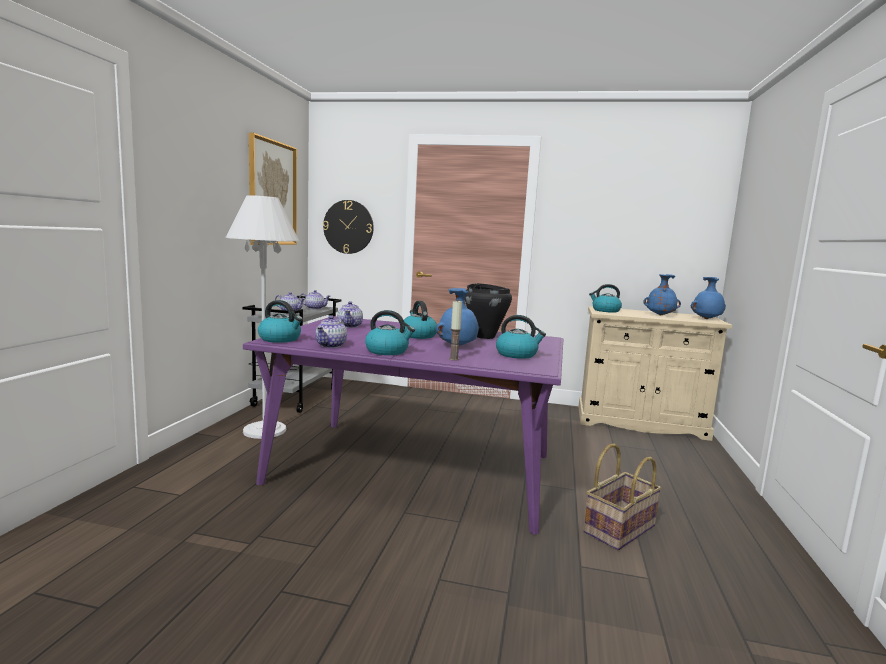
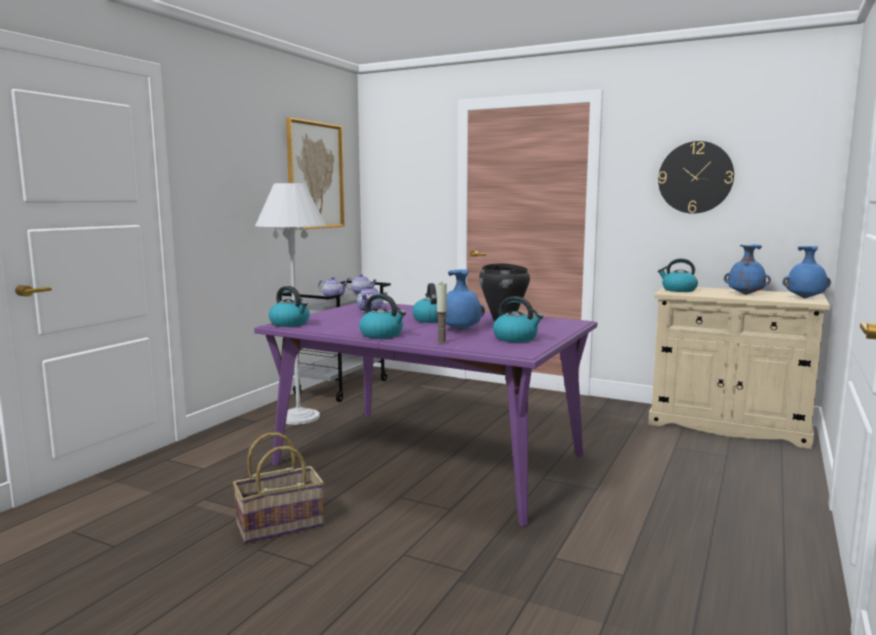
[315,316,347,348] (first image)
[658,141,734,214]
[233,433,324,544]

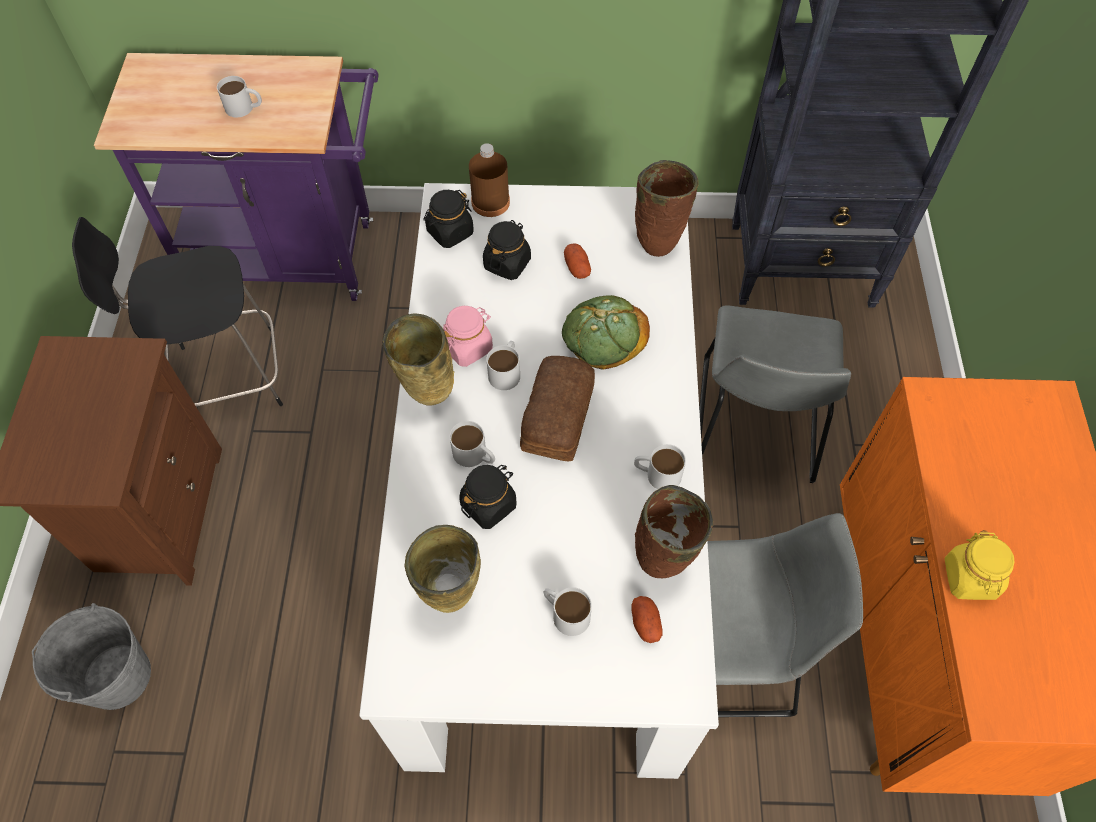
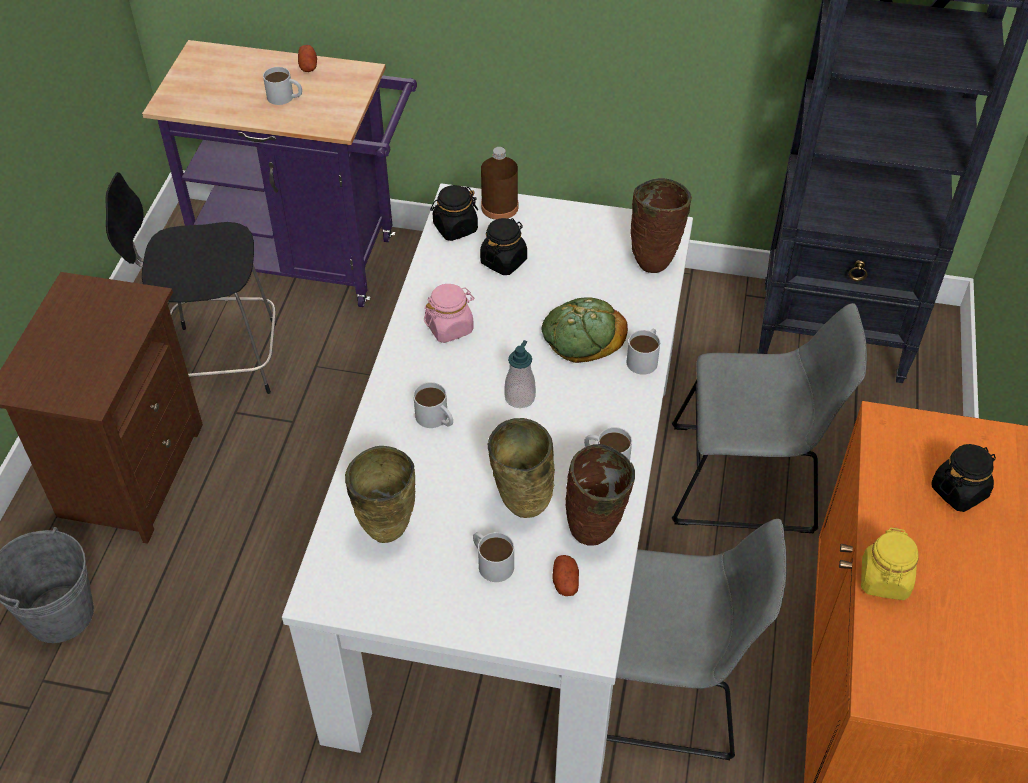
[488,418,555,518]
[932,444,996,512]
[626,329,660,375]
[298,45,317,72]
[504,340,536,408]
[672,303,867,533]

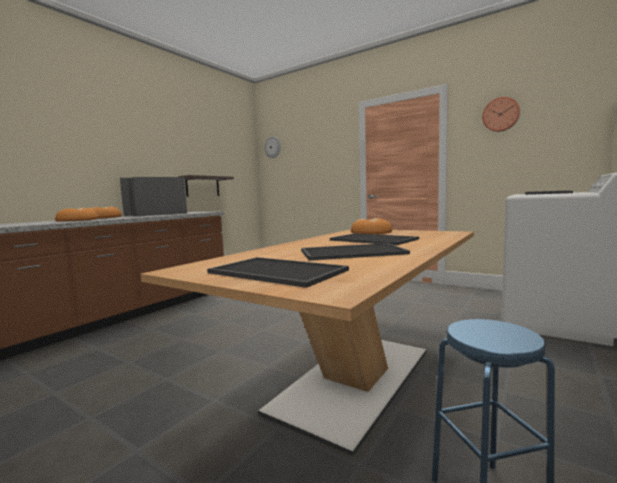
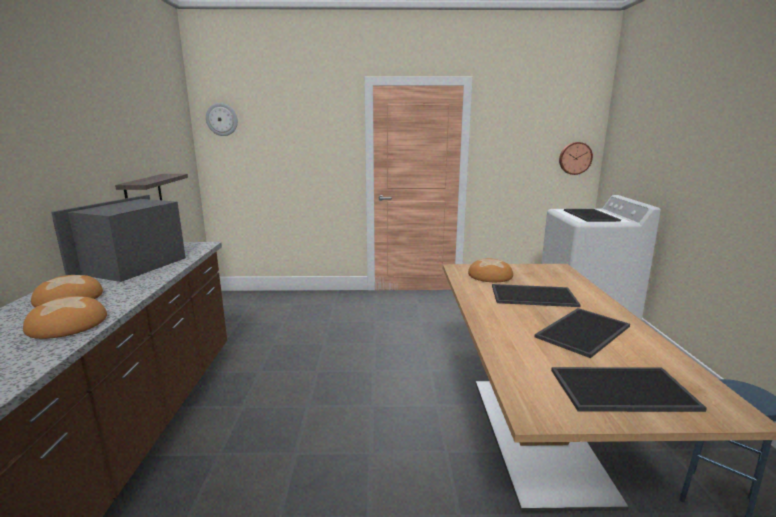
[559,142,593,175]

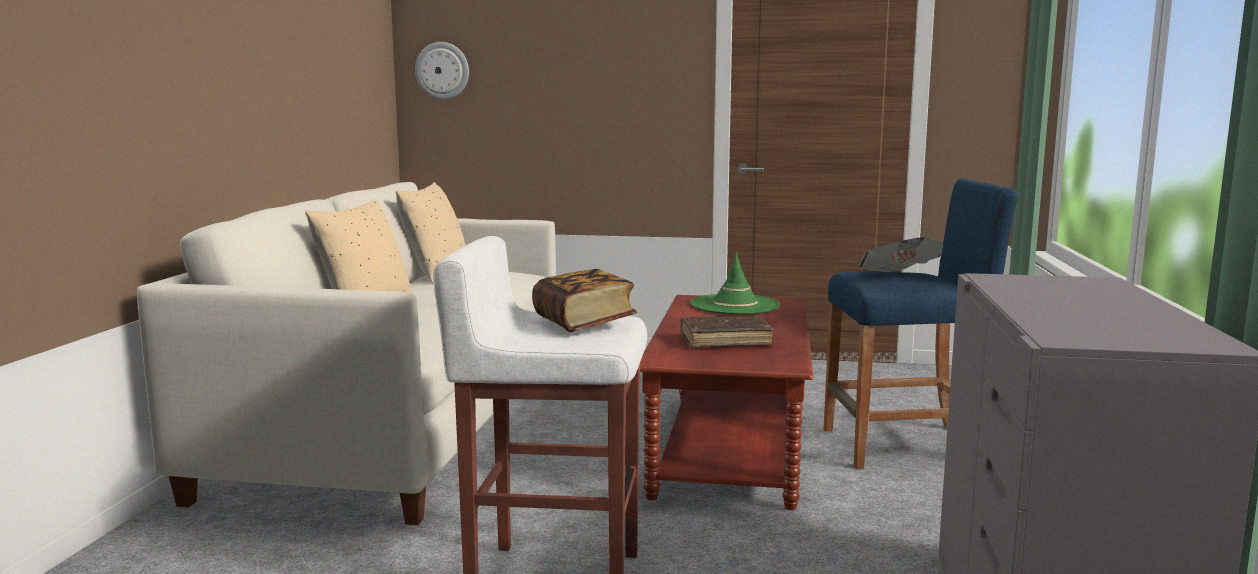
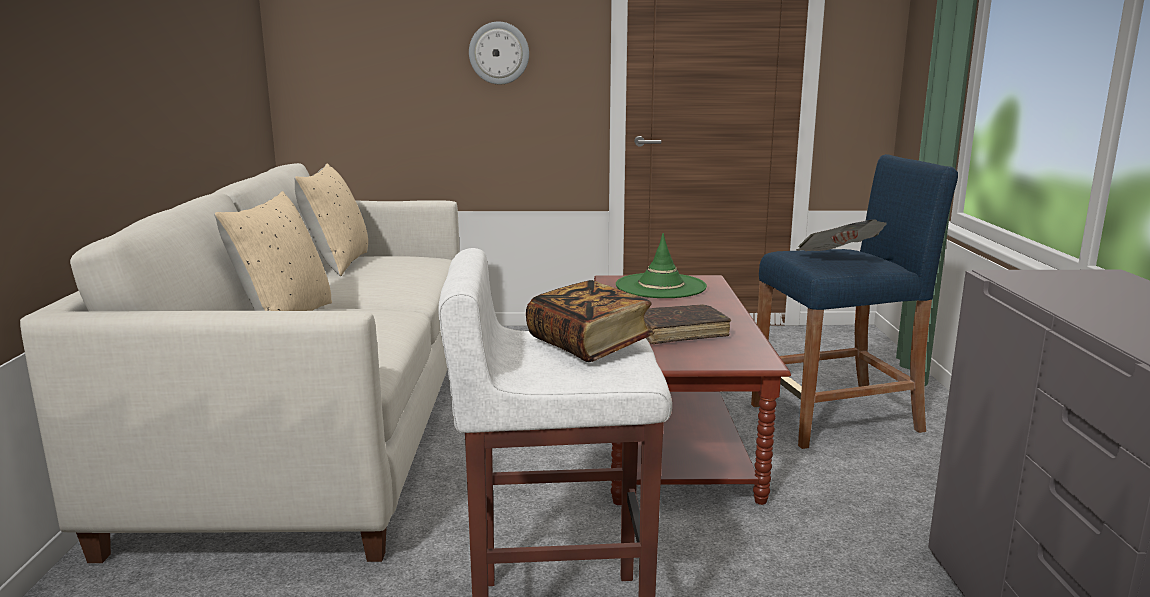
[469,22,529,85]

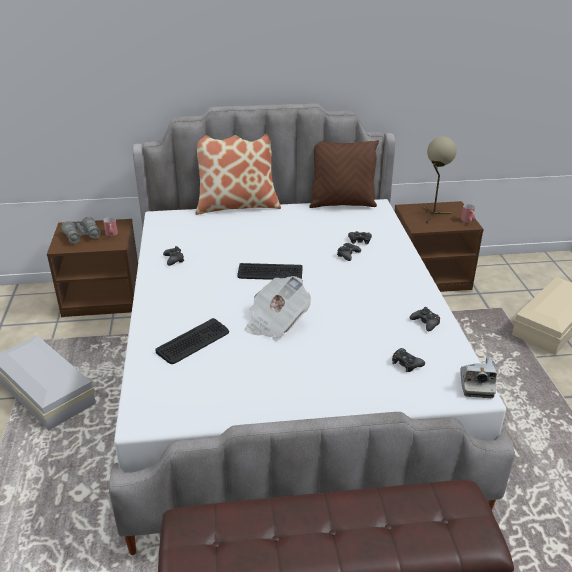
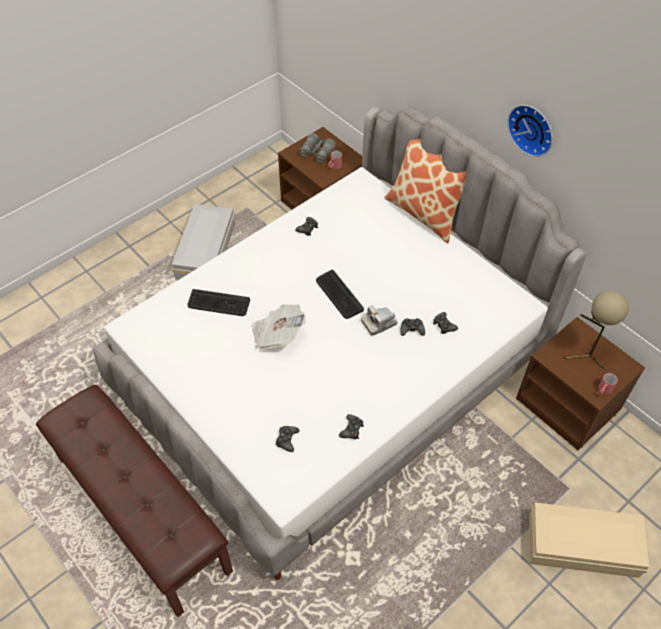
[309,140,379,208] (first image)
[507,105,553,157]
[361,305,398,336]

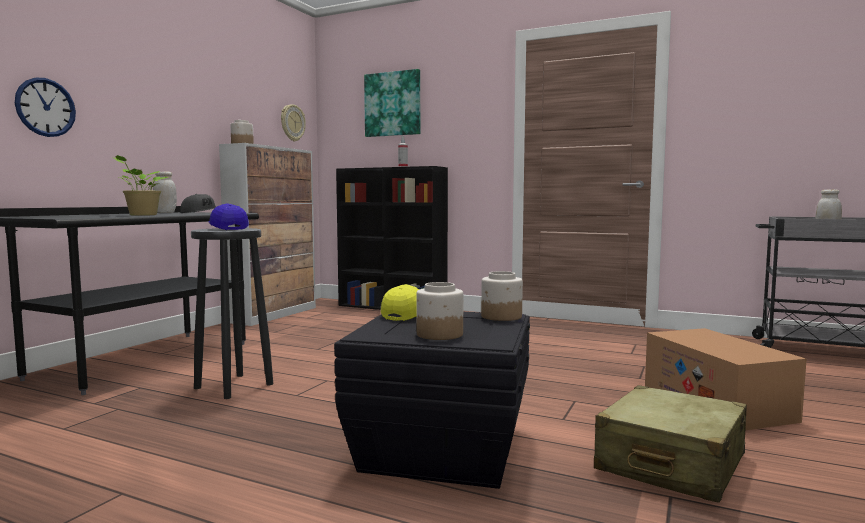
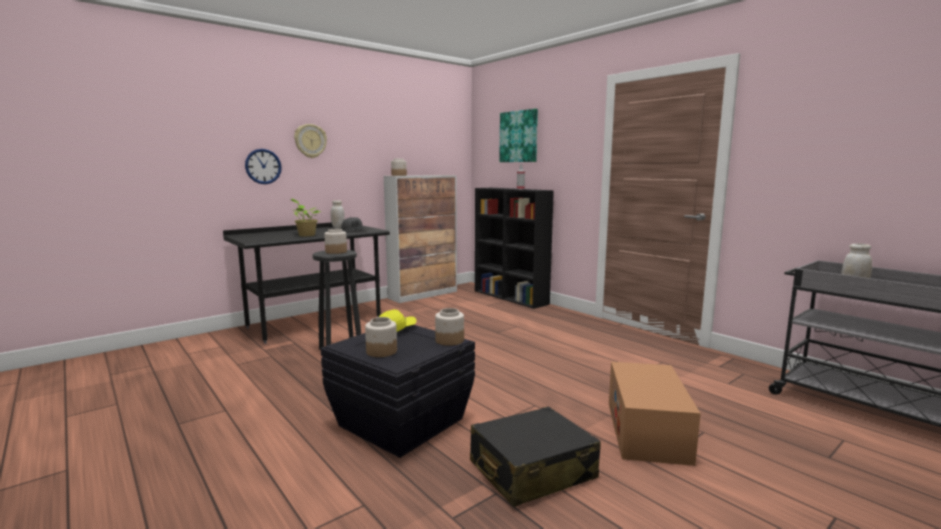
[294,124,327,158]
[324,229,347,254]
[470,407,601,507]

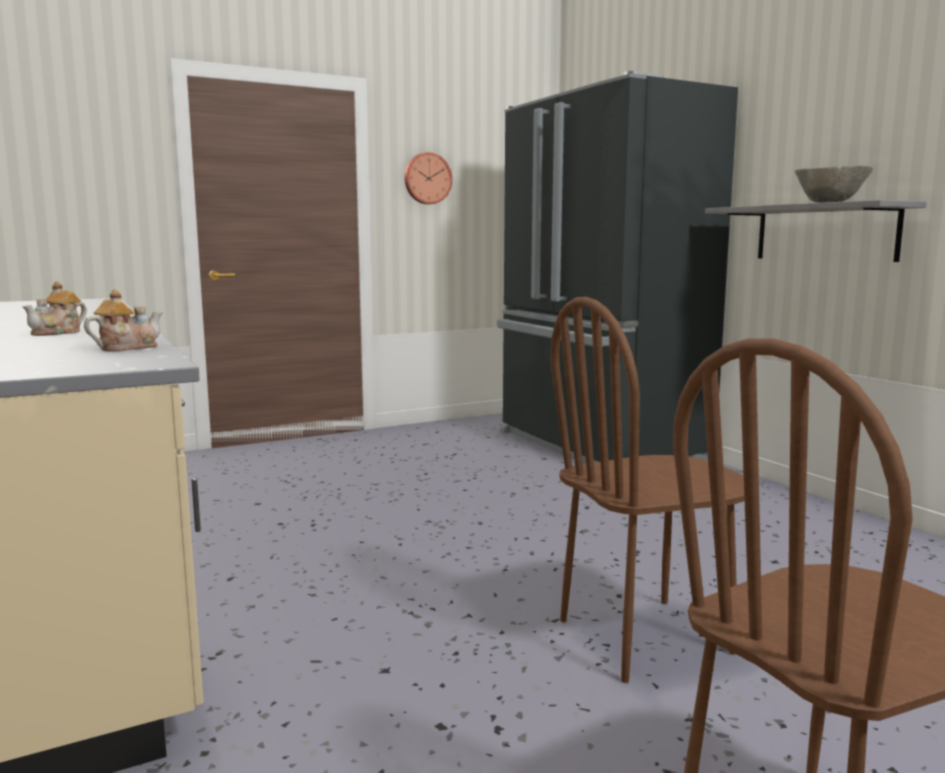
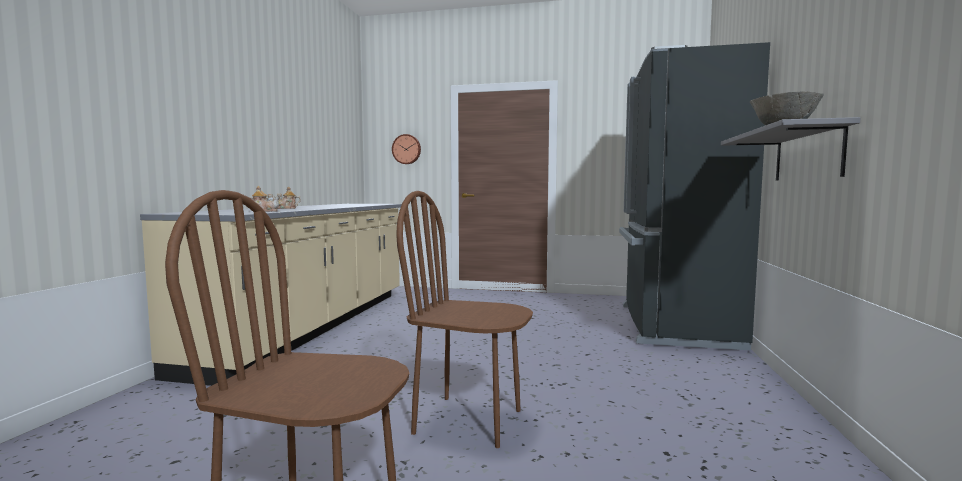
[392,134,421,164]

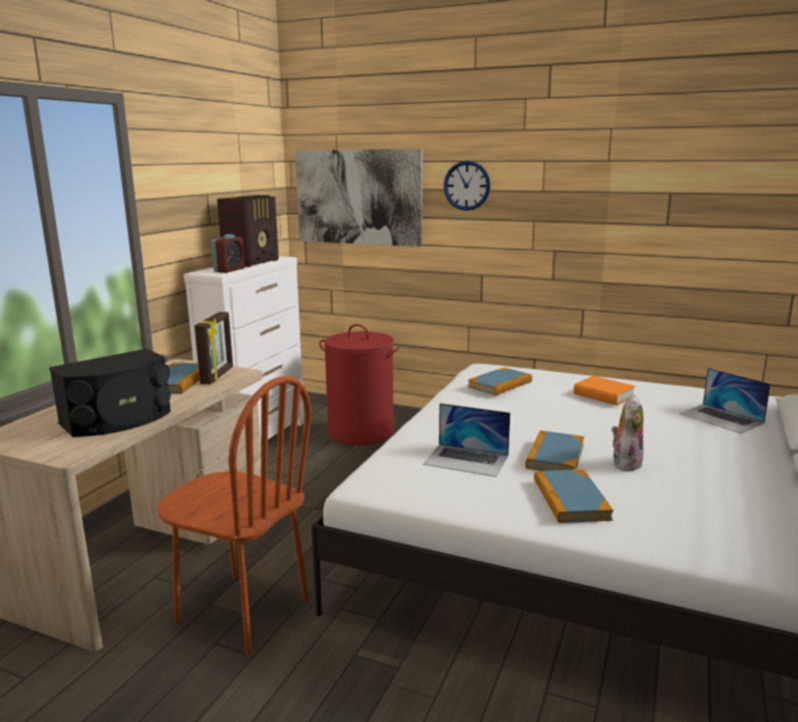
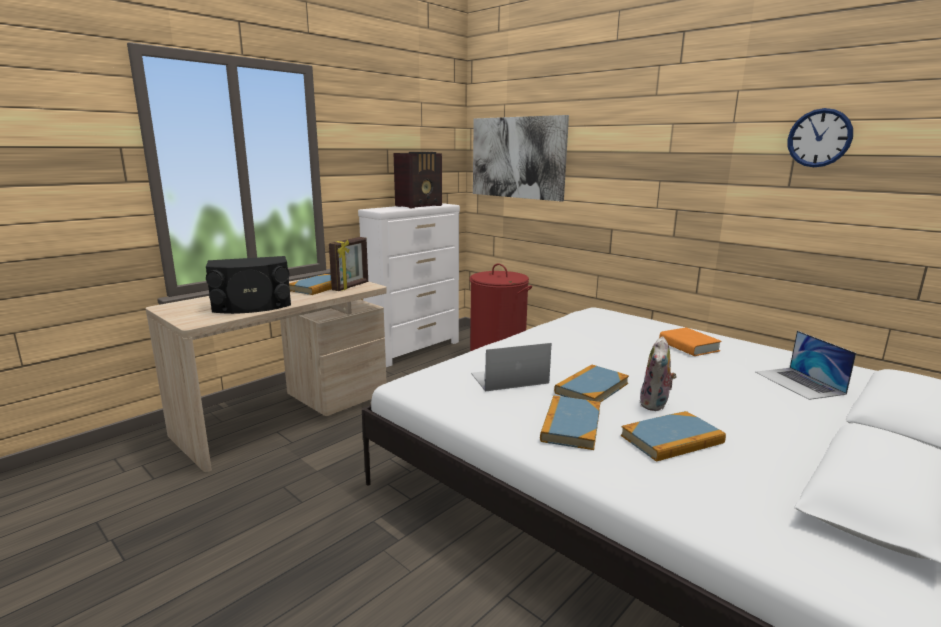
[157,376,311,657] (first image)
[211,234,245,273] (first image)
[788,108,853,167]
[621,411,726,462]
[471,343,552,392]
[640,336,677,411]

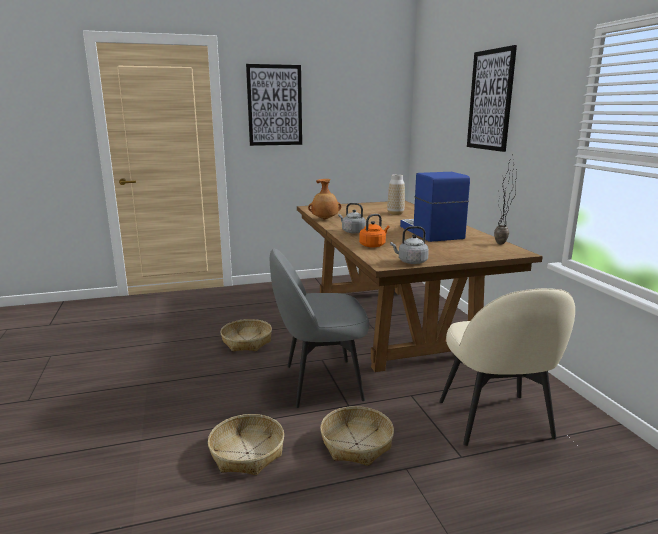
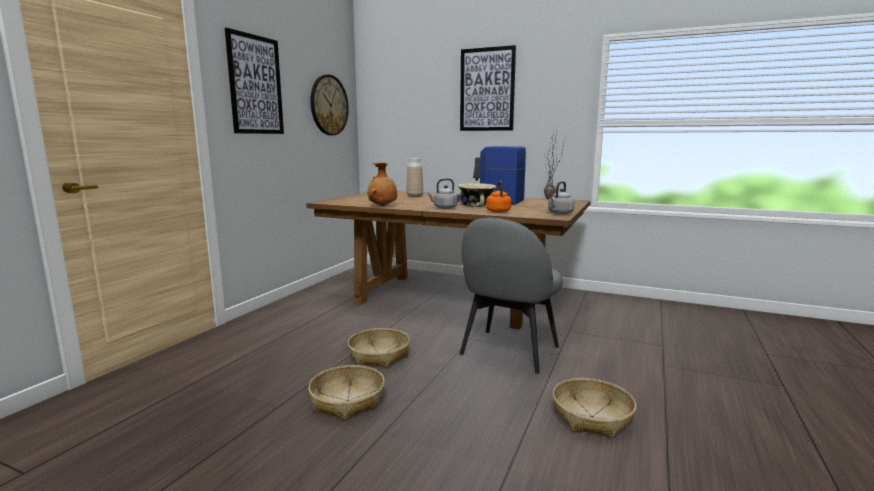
[439,288,575,446] (first image)
[310,74,349,135]
[458,183,496,207]
[308,365,385,420]

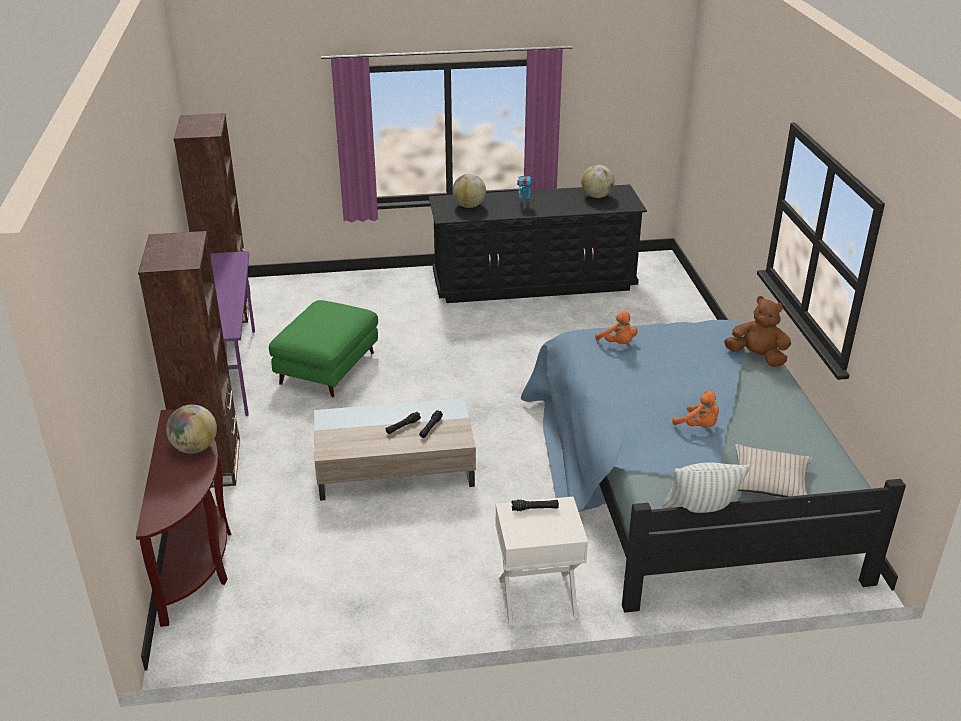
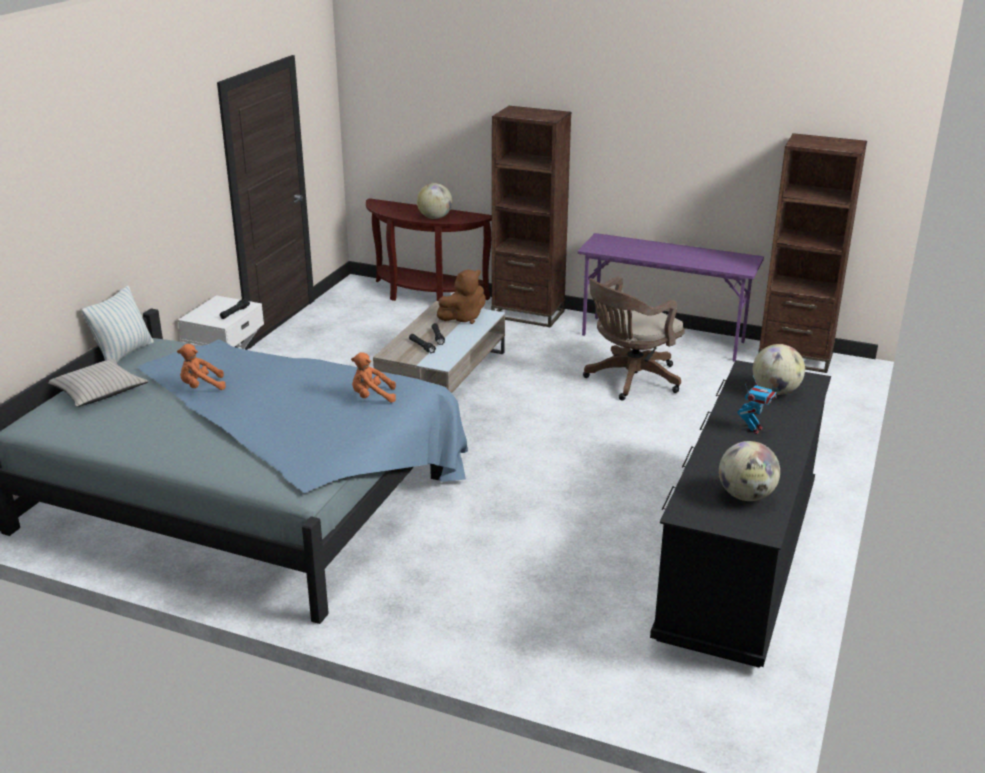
[437,270,485,324]
[583,276,685,400]

